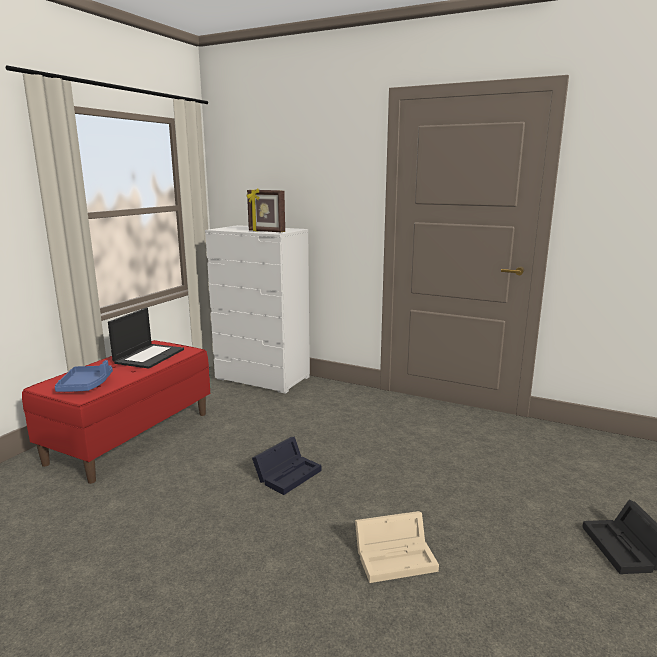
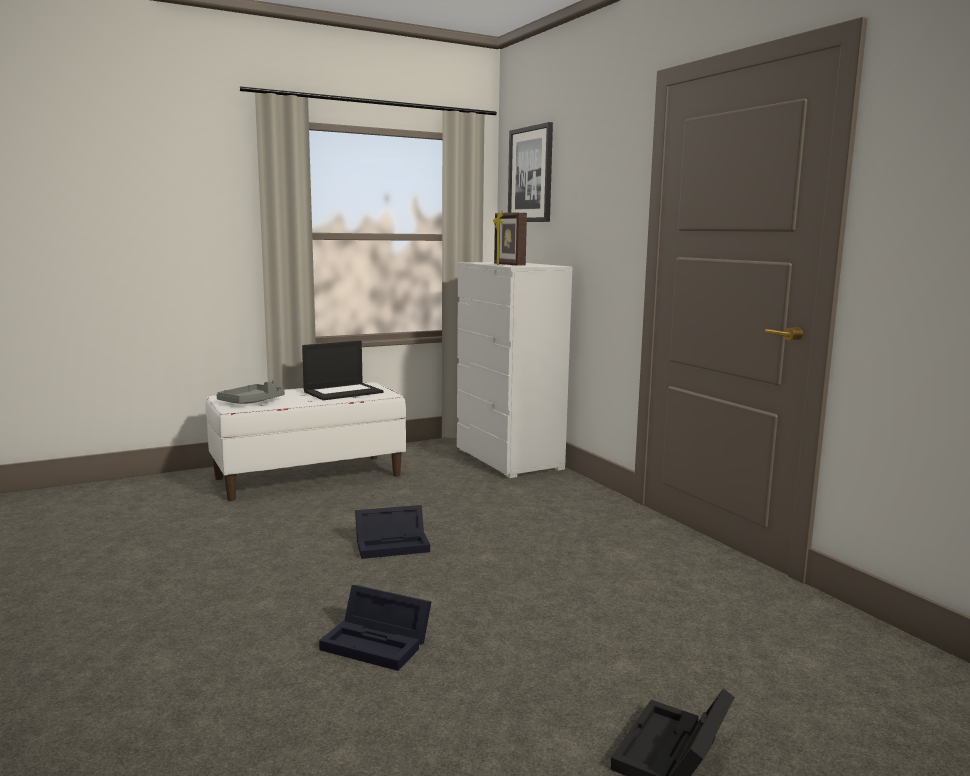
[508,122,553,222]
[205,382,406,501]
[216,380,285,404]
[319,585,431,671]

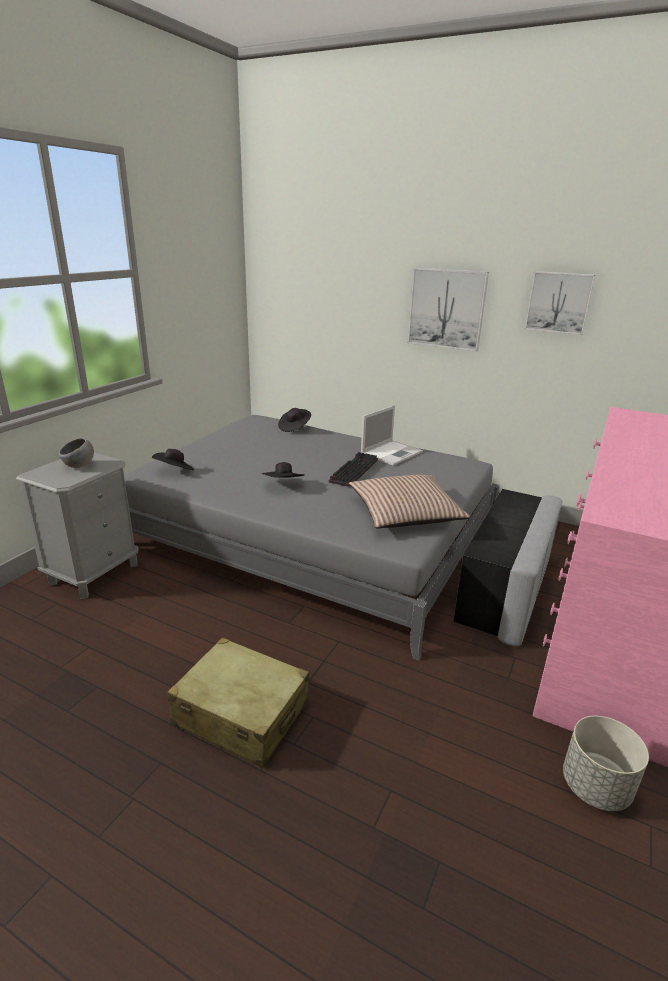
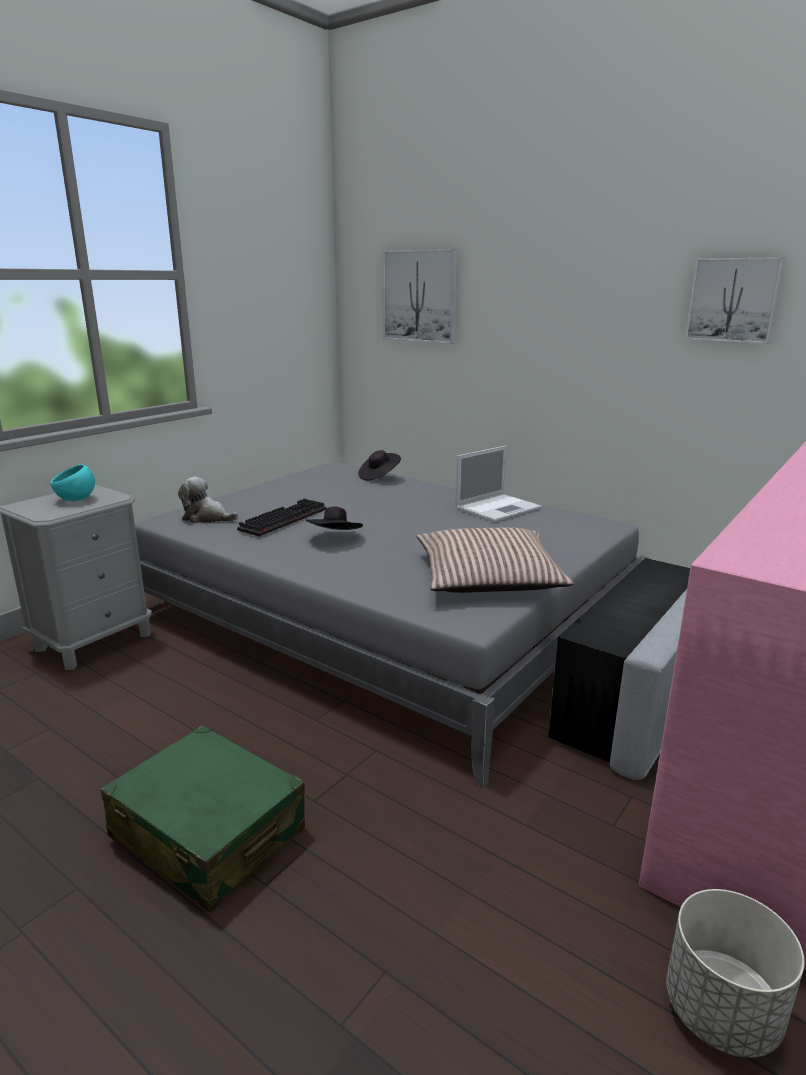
[237,498,326,537]
[382,249,458,344]
[178,477,238,523]
[51,464,95,501]
[101,725,305,912]

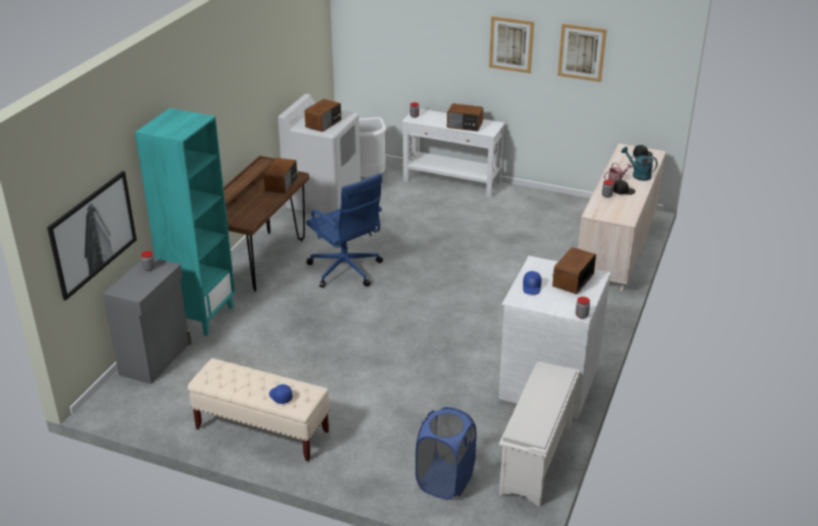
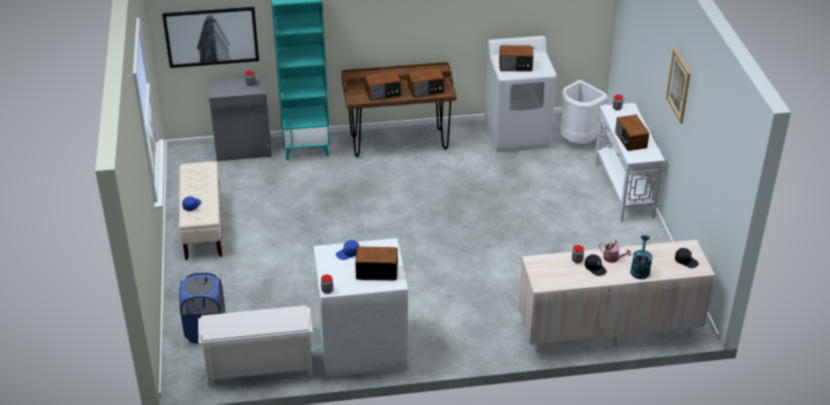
[306,173,383,288] (first image)
[558,24,607,82] (first image)
[365,71,401,101]

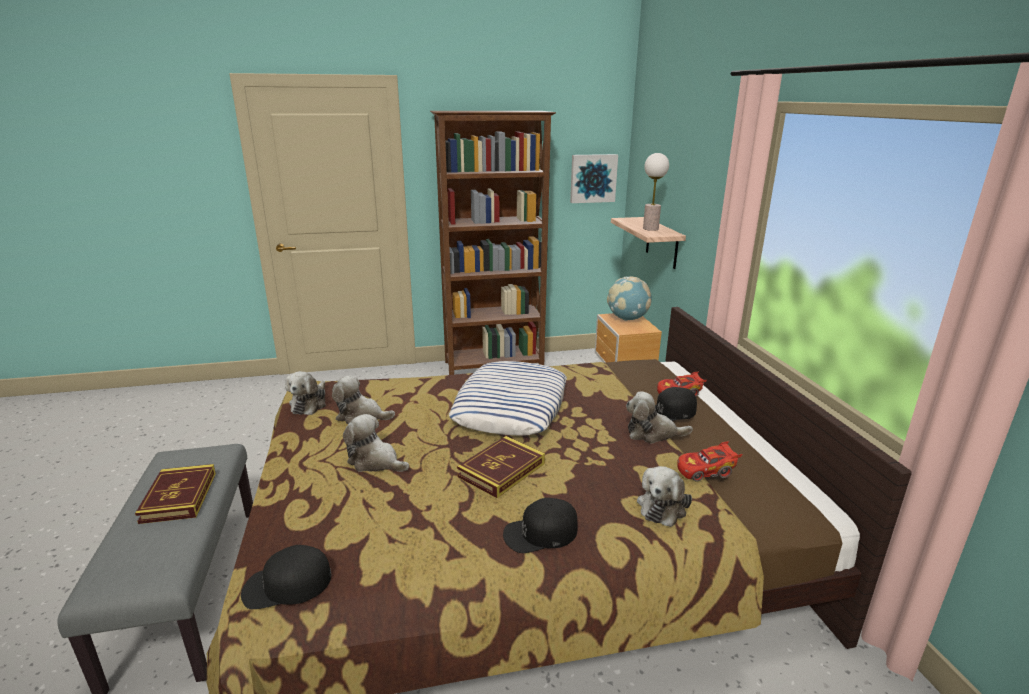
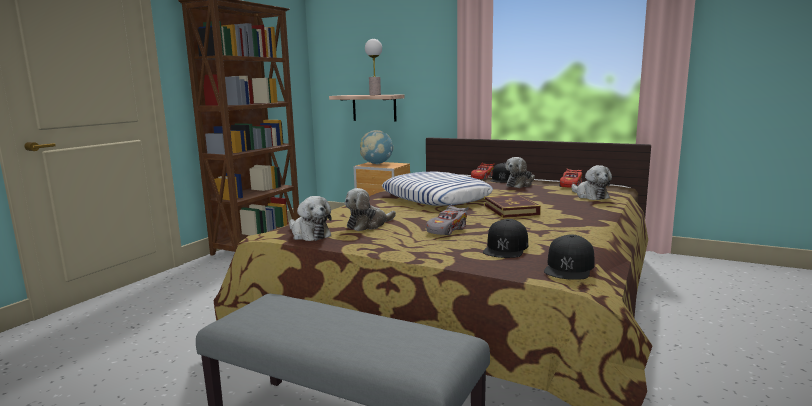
[135,464,216,524] (first image)
[570,154,618,203] (first image)
[483,219,528,258]
[426,204,469,235]

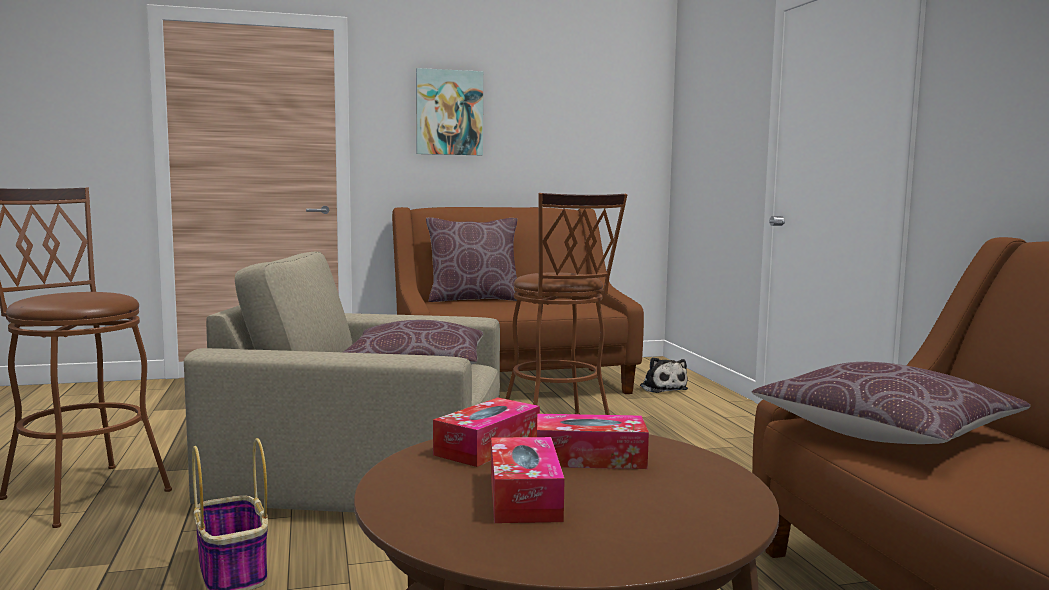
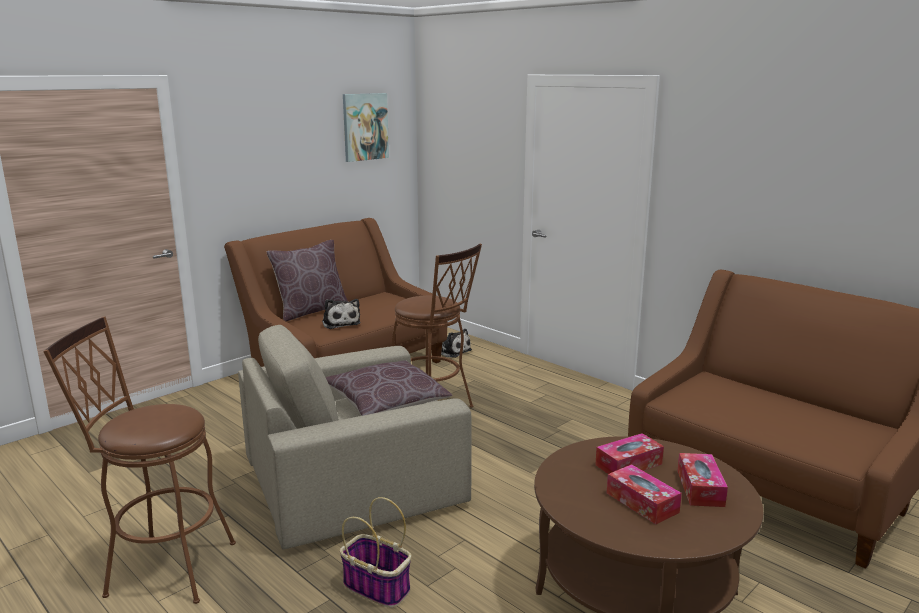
[752,362,1030,444] (first image)
[322,299,361,329]
[343,93,389,162]
[677,453,728,507]

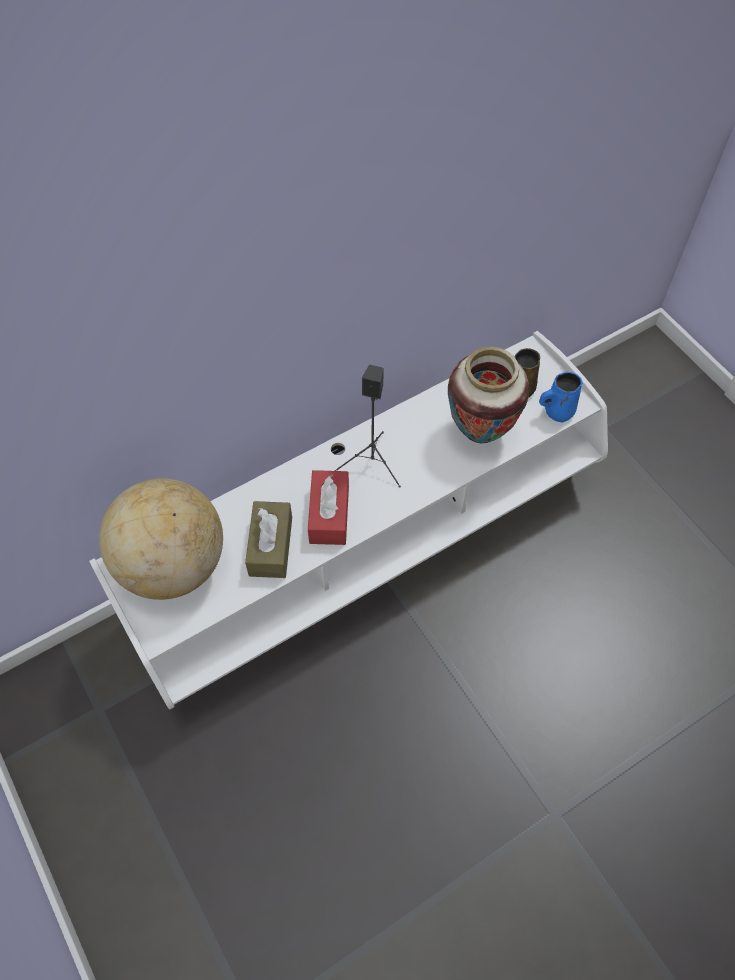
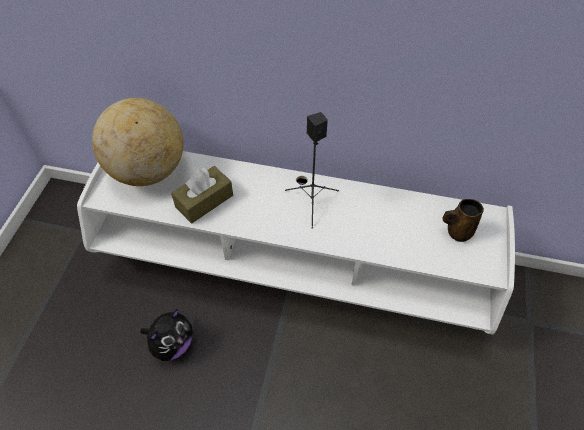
[308,470,349,545] (first image)
[448,347,529,443] (first image)
[539,372,582,422] (first image)
[141,309,193,361]

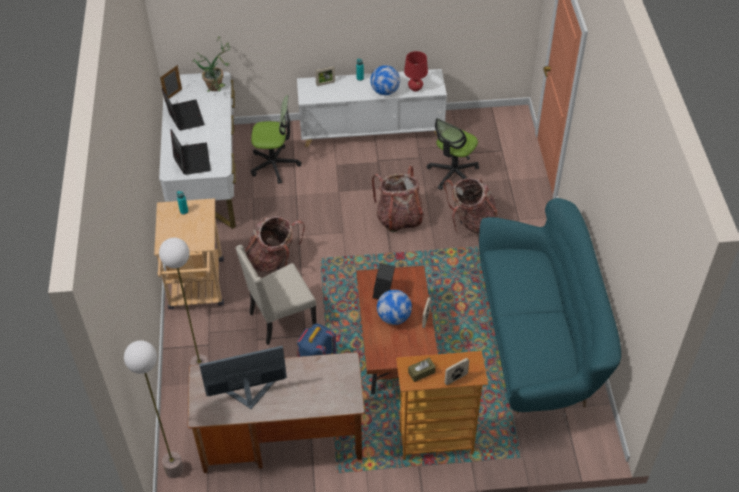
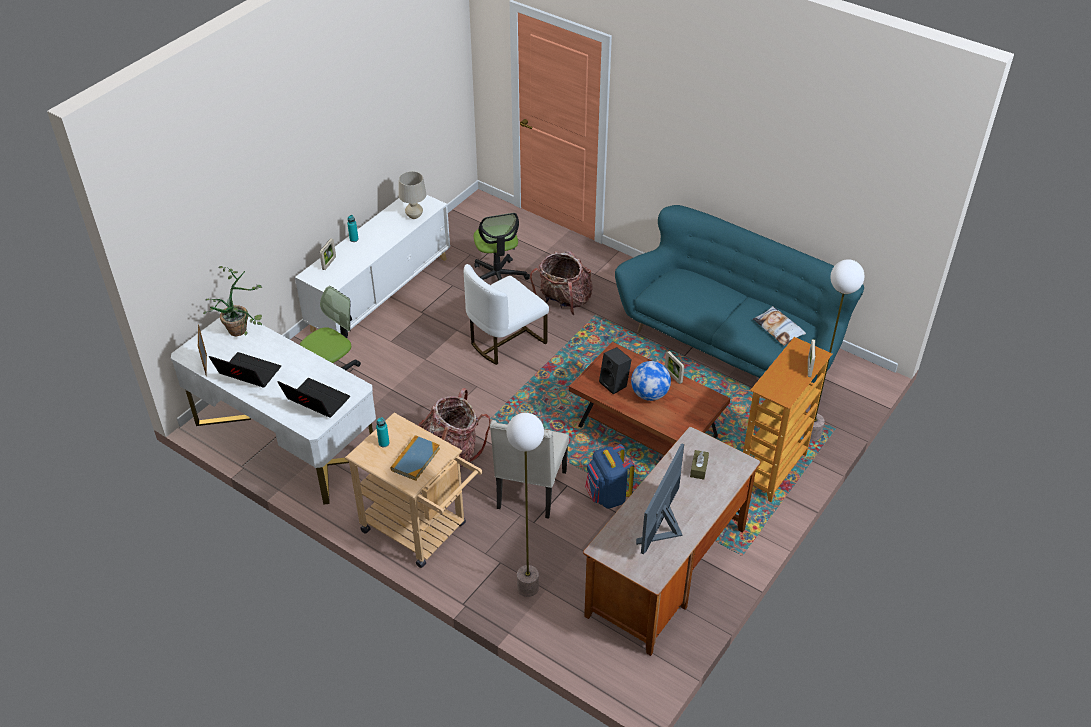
[370,65,400,95] (first image)
[390,435,440,481]
[753,306,806,346]
[803,259,865,441]
[690,450,709,479]
[464,264,549,365]
[399,171,426,219]

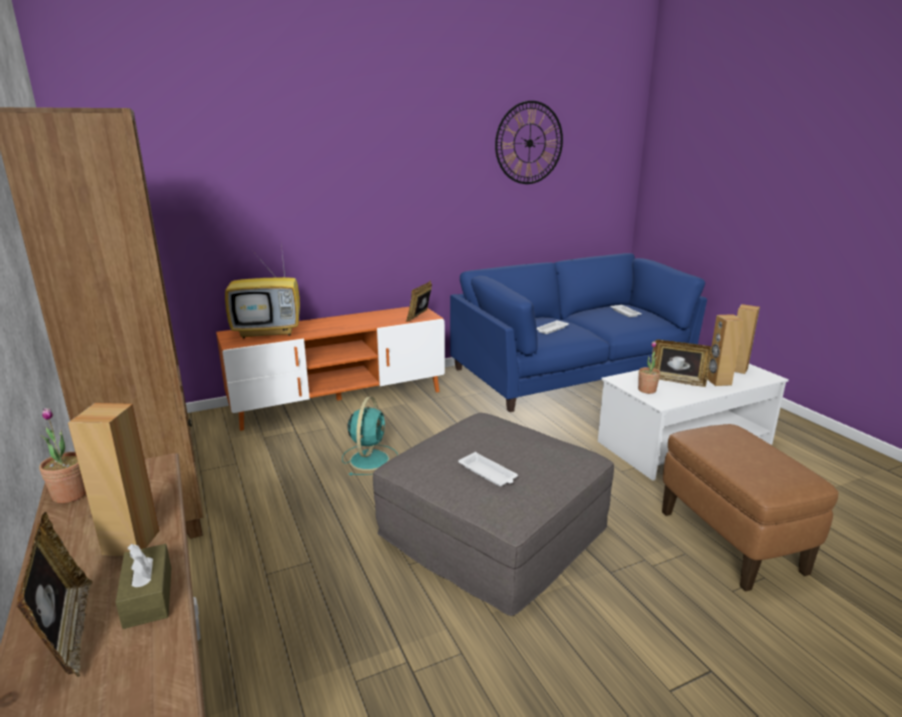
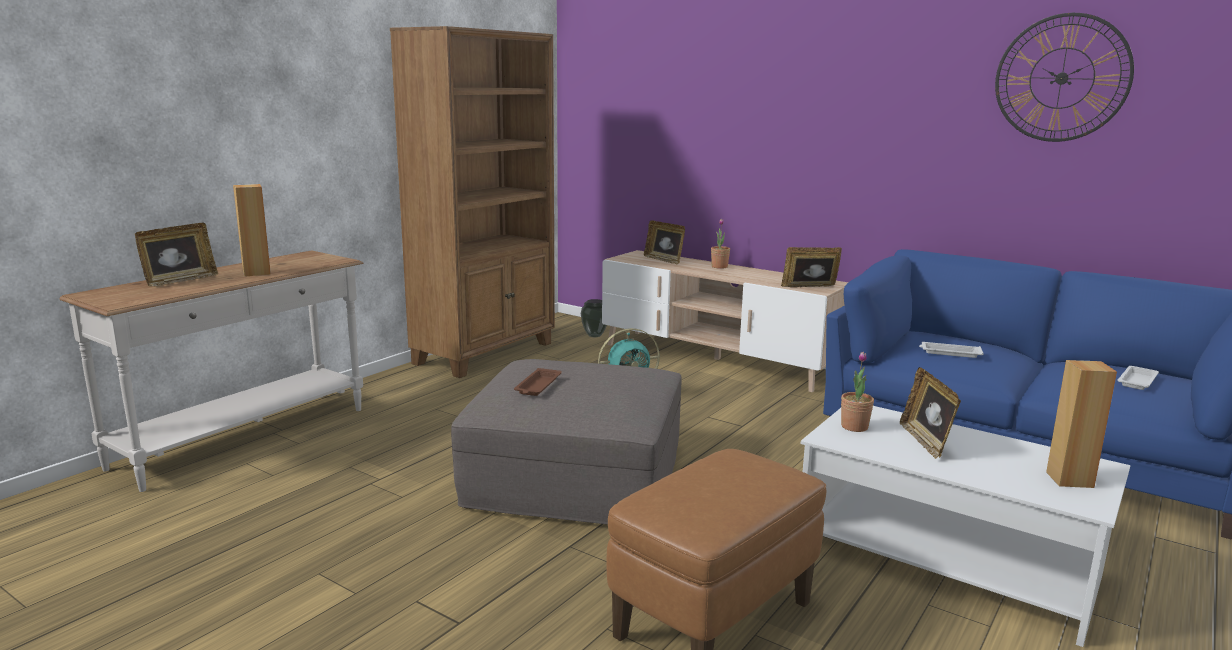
[115,544,171,629] (first image)
[707,314,744,386] (first image)
[581,299,607,337]
[711,219,730,269]
[644,220,685,264]
[602,250,848,393]
[514,368,562,396]

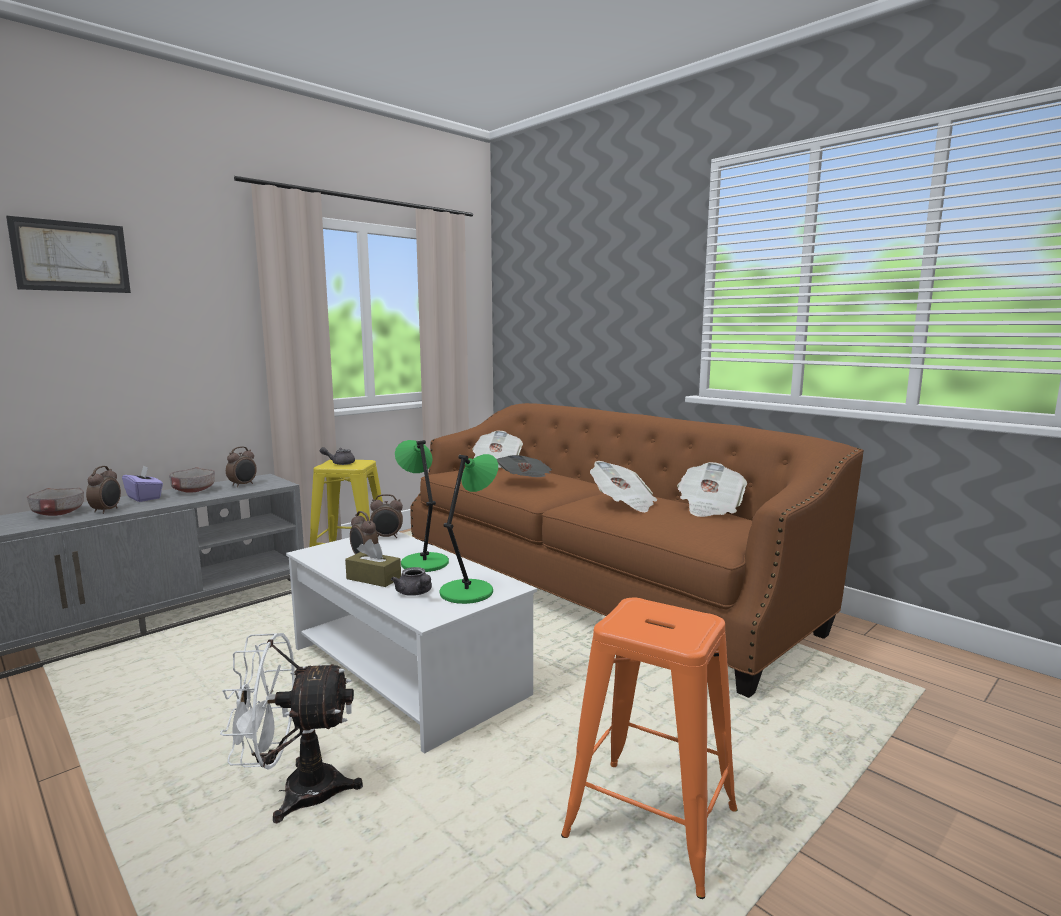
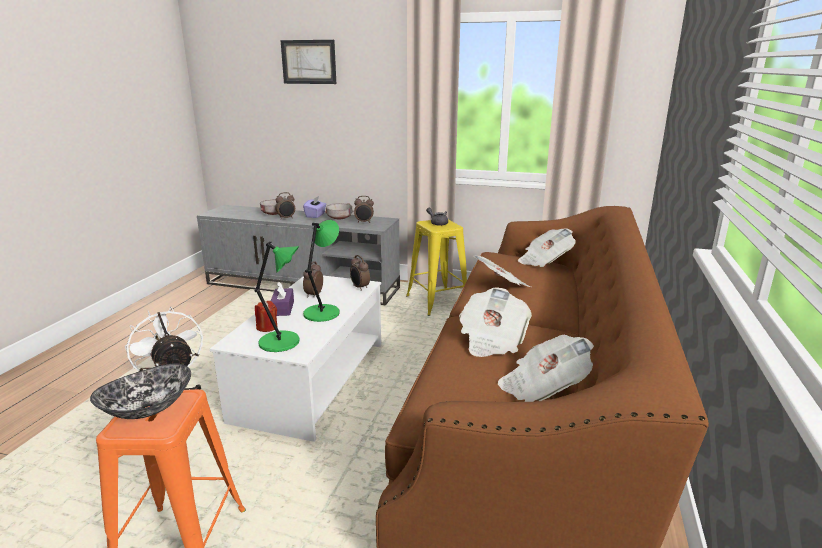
[90,364,191,419]
[255,301,277,332]
[271,282,294,316]

